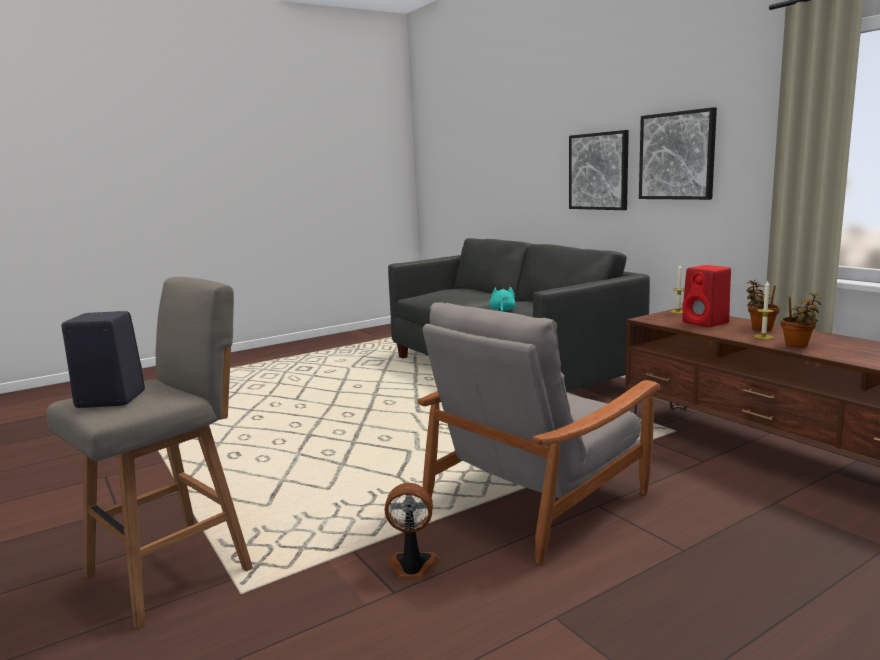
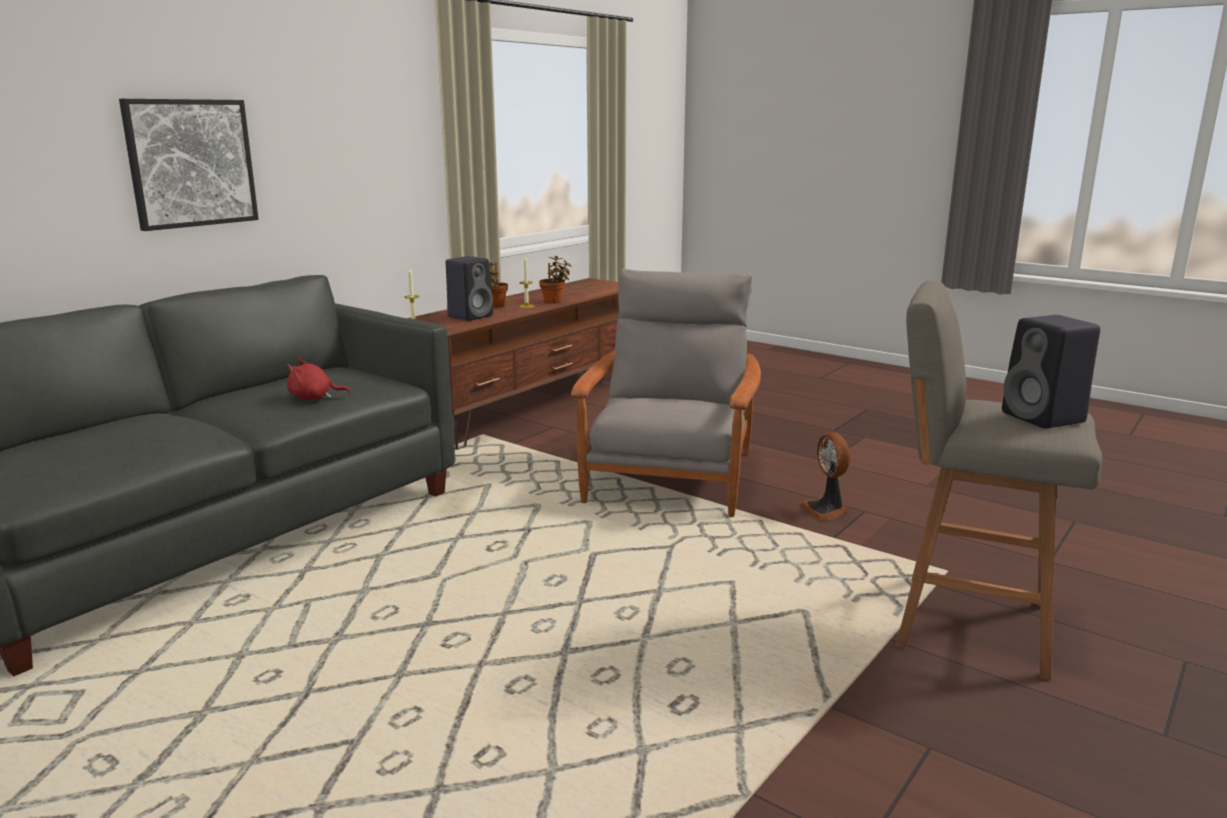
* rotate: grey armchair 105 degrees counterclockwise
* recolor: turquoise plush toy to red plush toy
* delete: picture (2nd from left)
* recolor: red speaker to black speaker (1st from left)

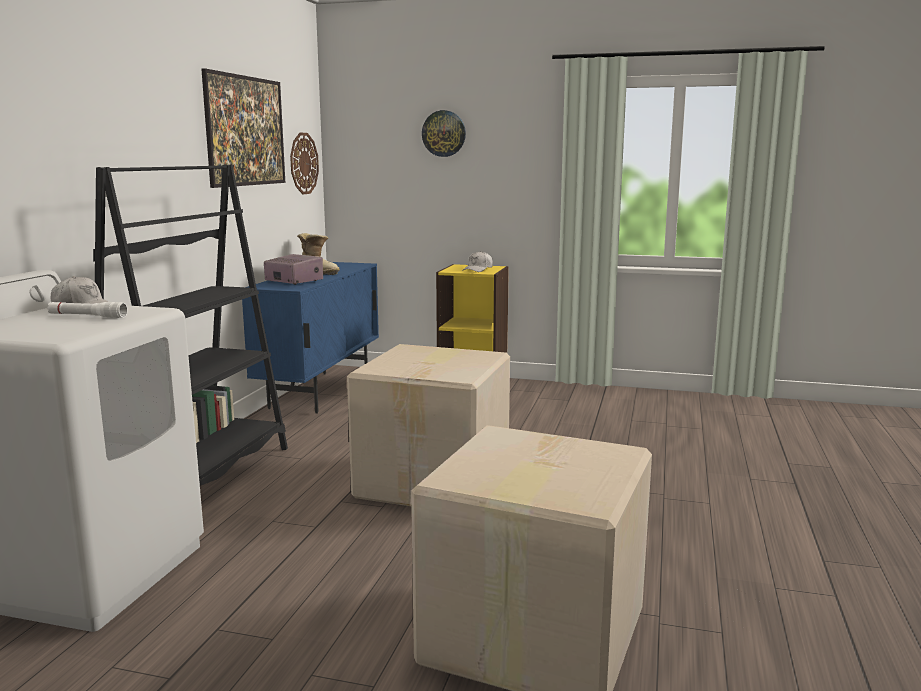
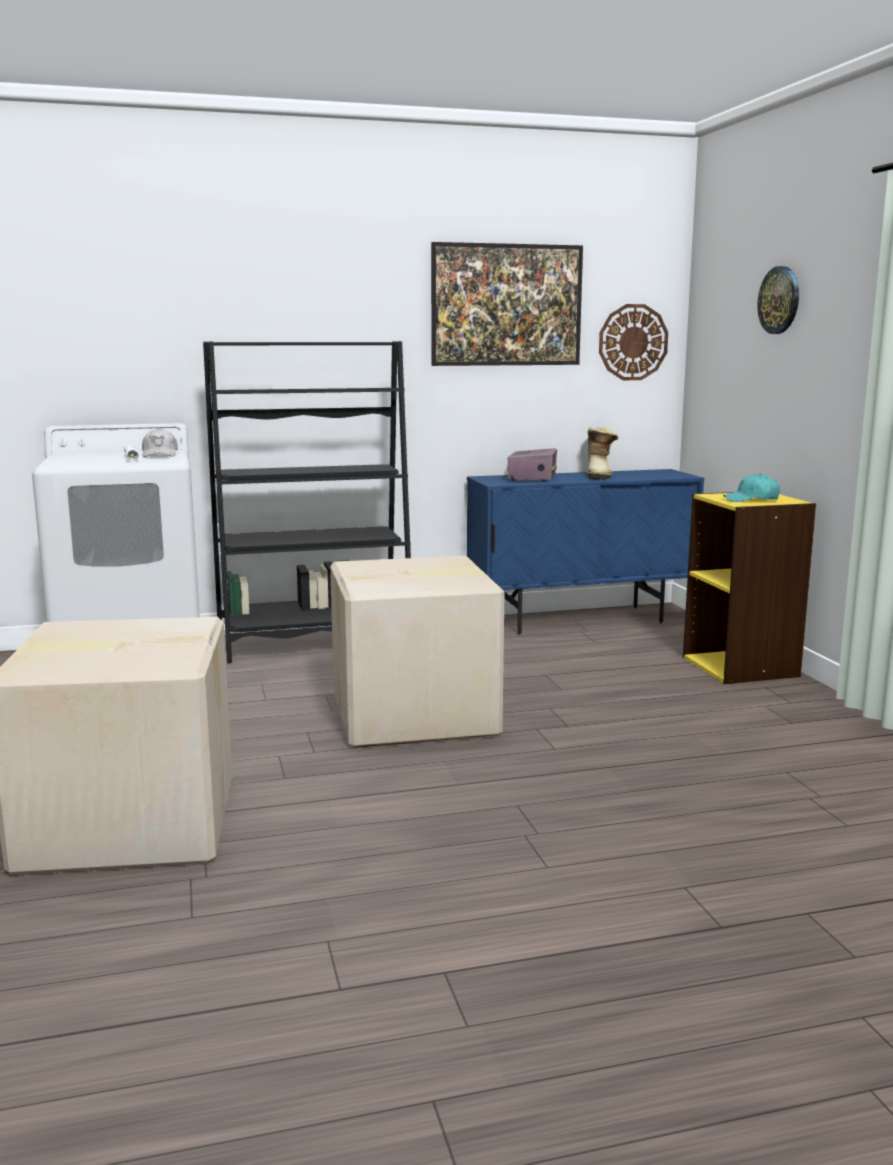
* recolor: white cap (2nd from left) to turquoise cap

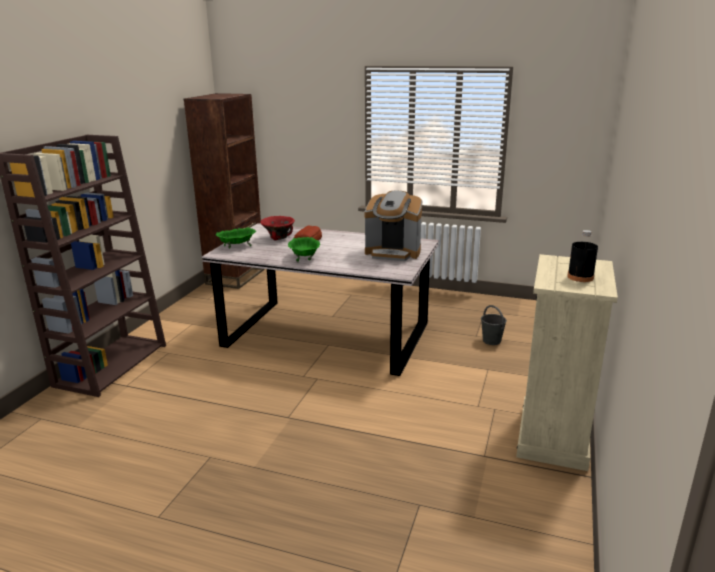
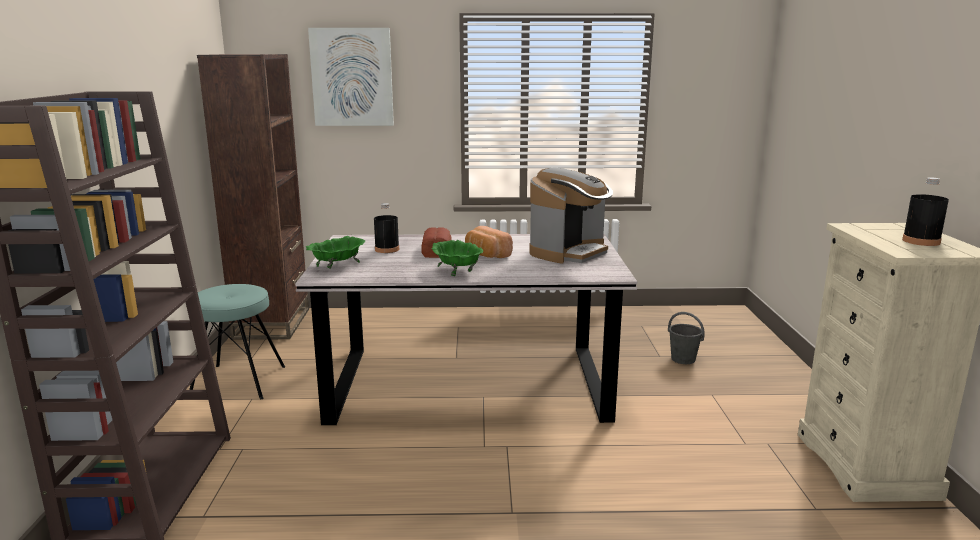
* replace: red bowl to black bottle (1st from left)
* rotate: coffee machine 45 degrees counterclockwise
* insert: turquoise stool
* insert: picture
* insert: bread (2nd from left)

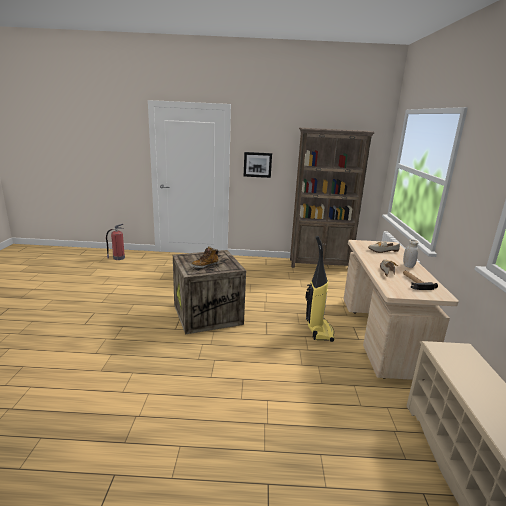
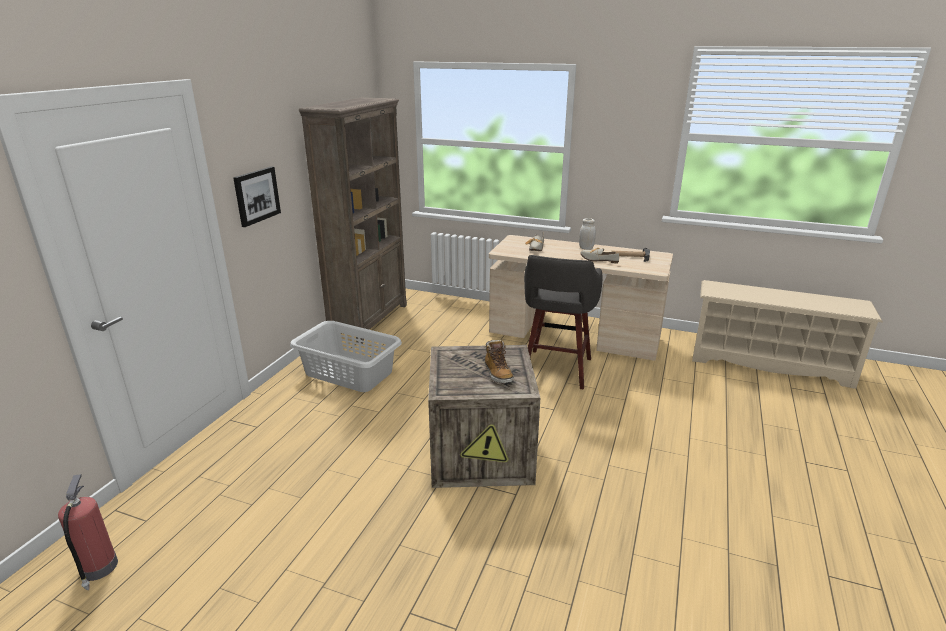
* replace: vacuum cleaner to grey stool
* insert: grey laundry basket

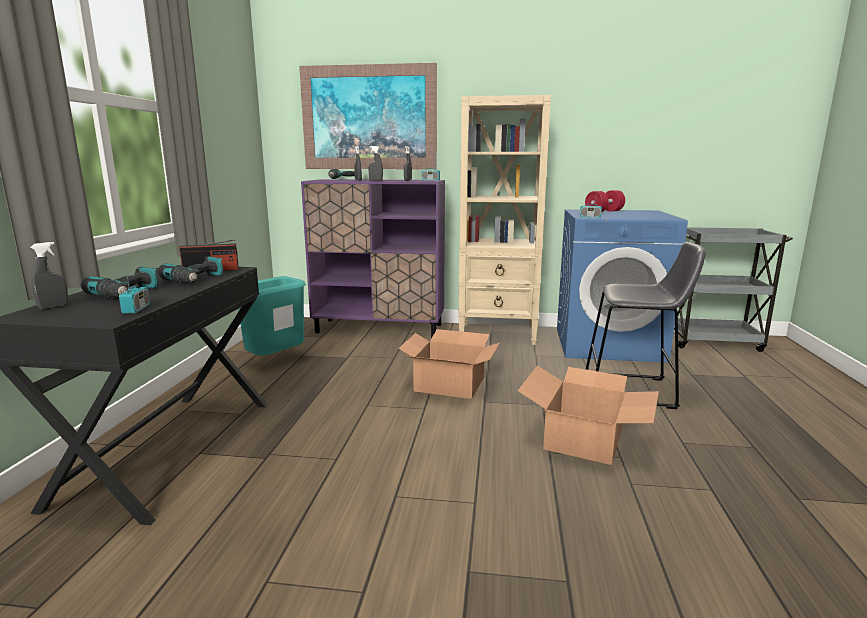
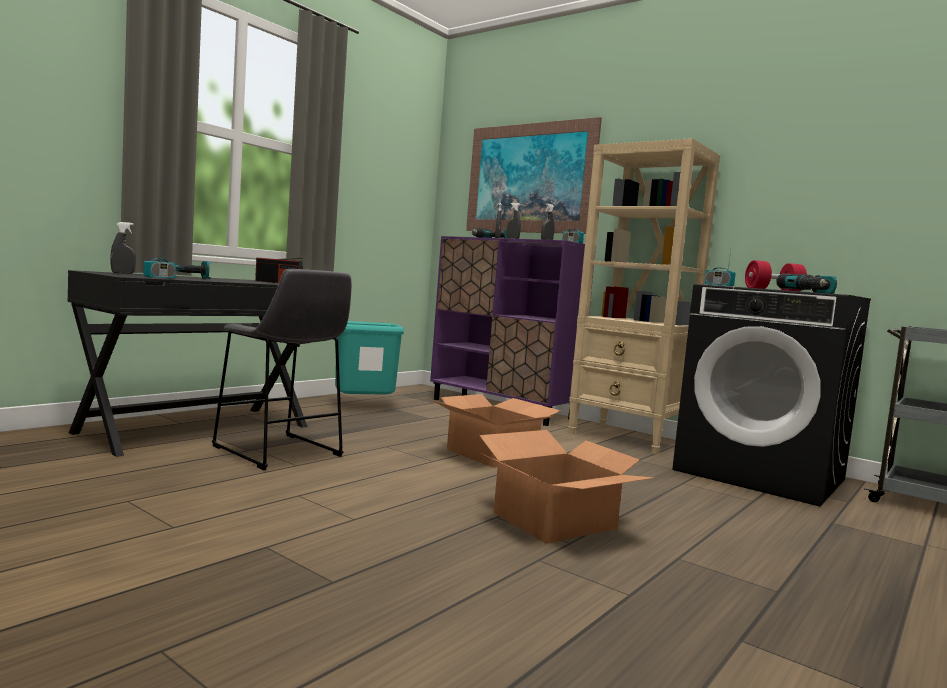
* move: power drill (2nd from left in the first image) to power drill (3rd from left)
* recolor: blue washing machine to black washing machine
* move: grey stool

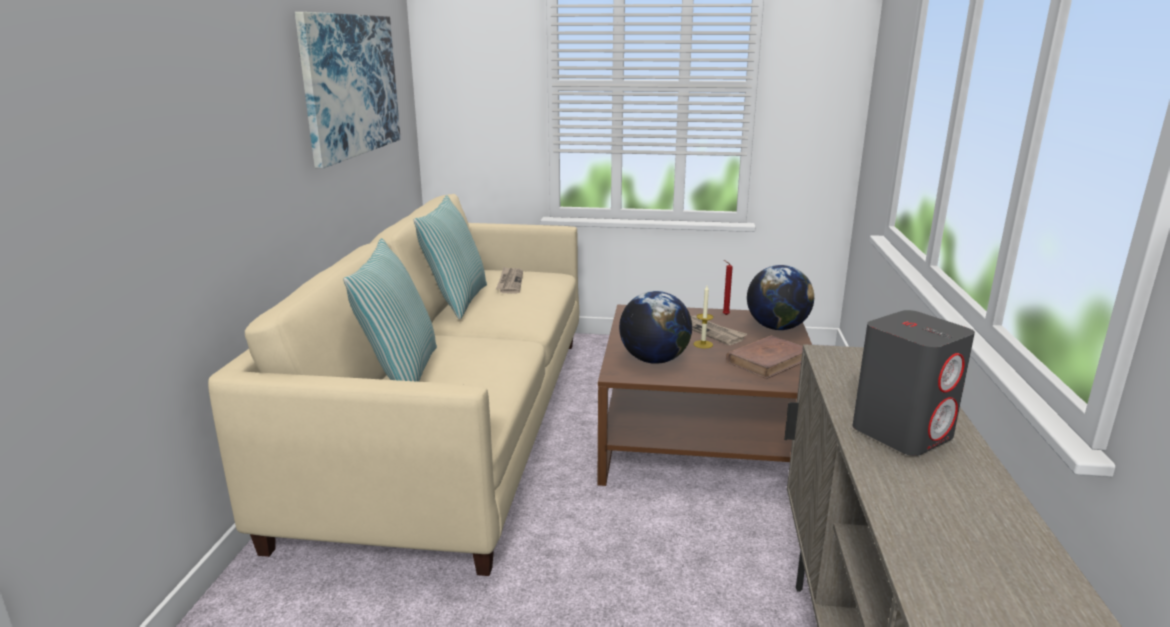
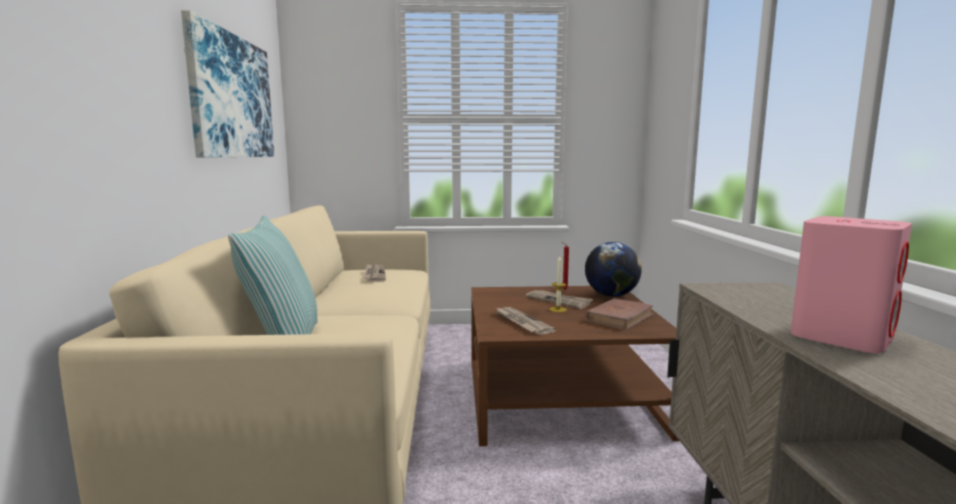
* delete: pillow (2nd from left)
* replace: globe (1st from left) to newspaper (2nd from left)
* recolor: grey speaker to pink speaker

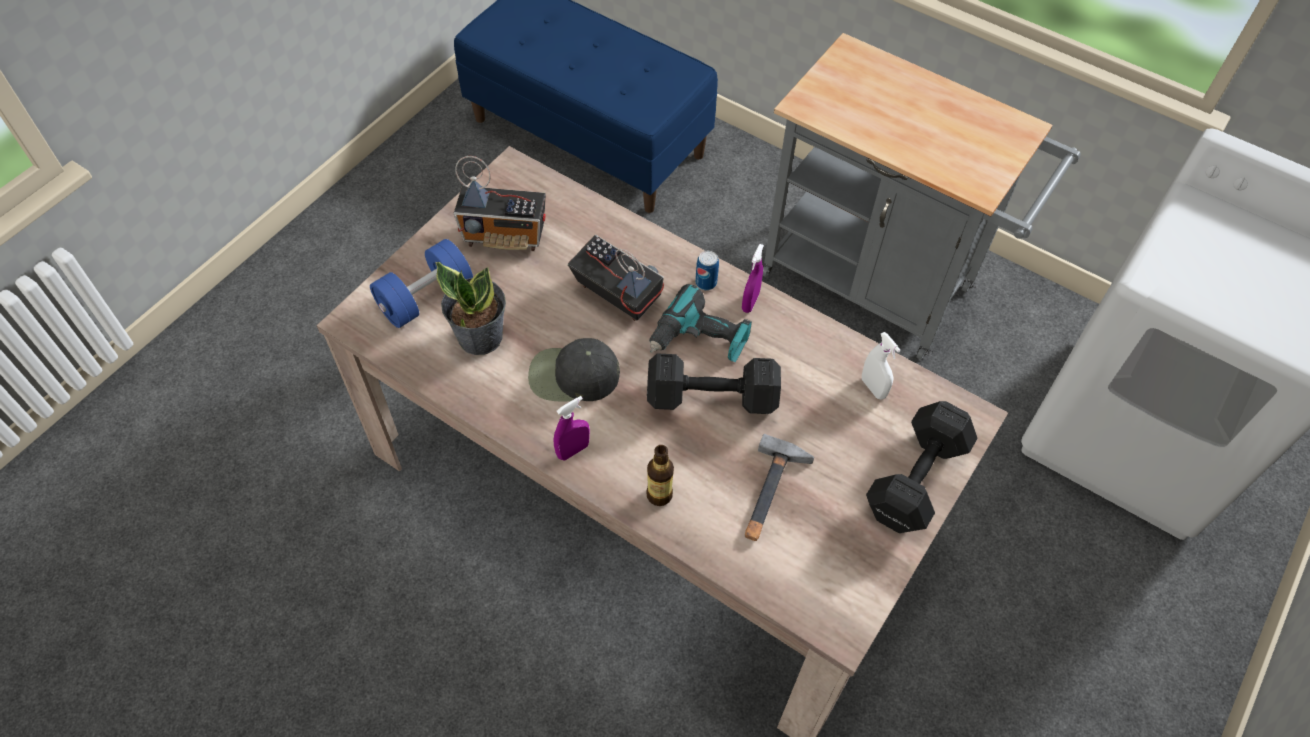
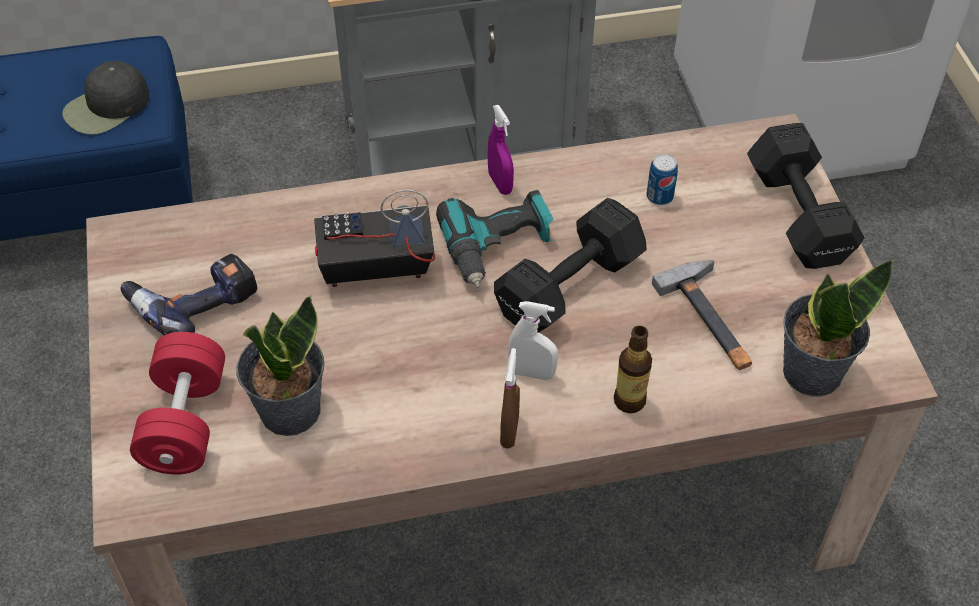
* recolor: blue dumbbell to red dumbbell
* replace: radio (1st from left) to power drill (1st from left)
* move: black cap
* recolor: purple spray bottle (1st from left) to brown spray bottle
* move: can
* move: white spray bottle
* insert: potted plant (2nd from left)

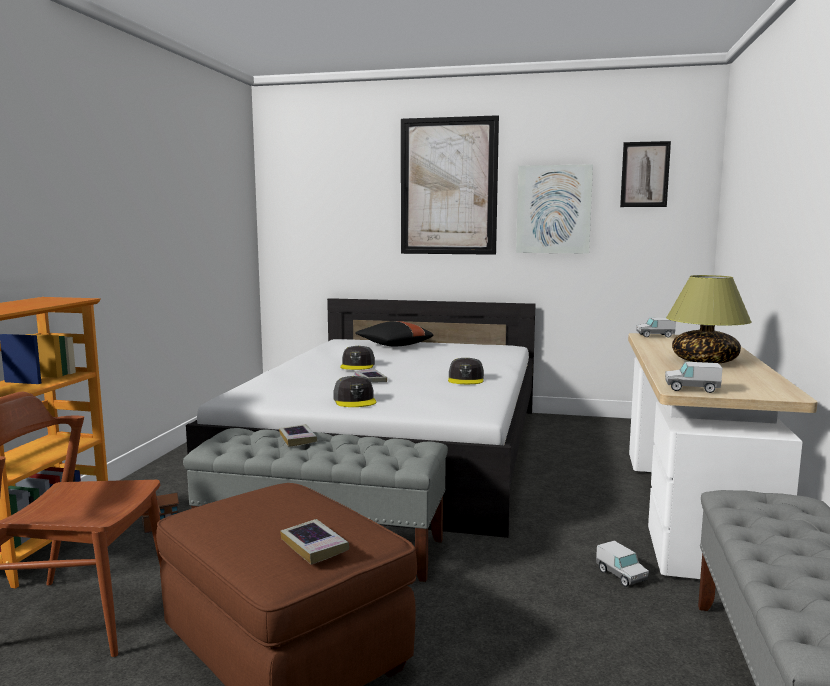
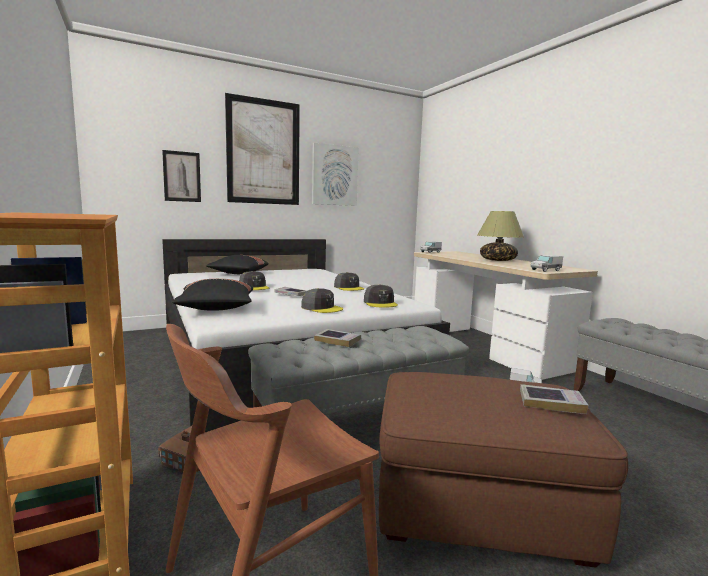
* move: picture (3rd from left in the first image) to picture (1st from left)
* insert: black pillow (1st from left)
* insert: grey cap (4th from left)

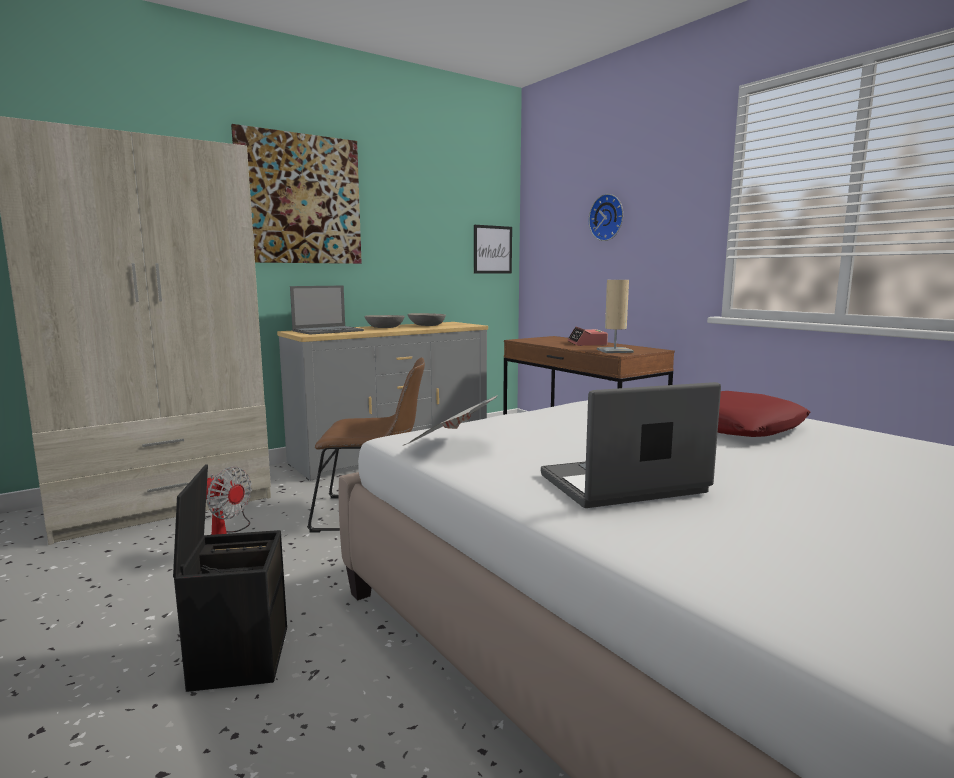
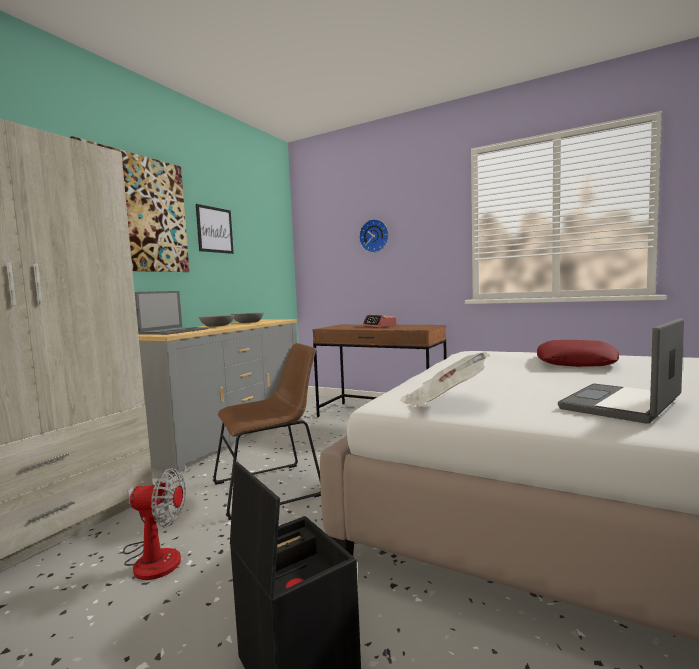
* move: picture (2nd from left)
* delete: beige table lamp

